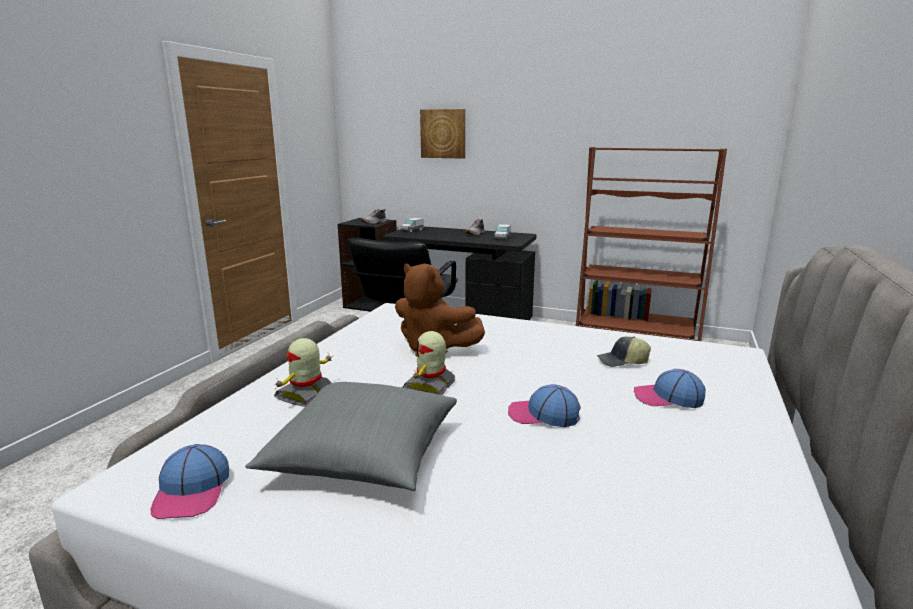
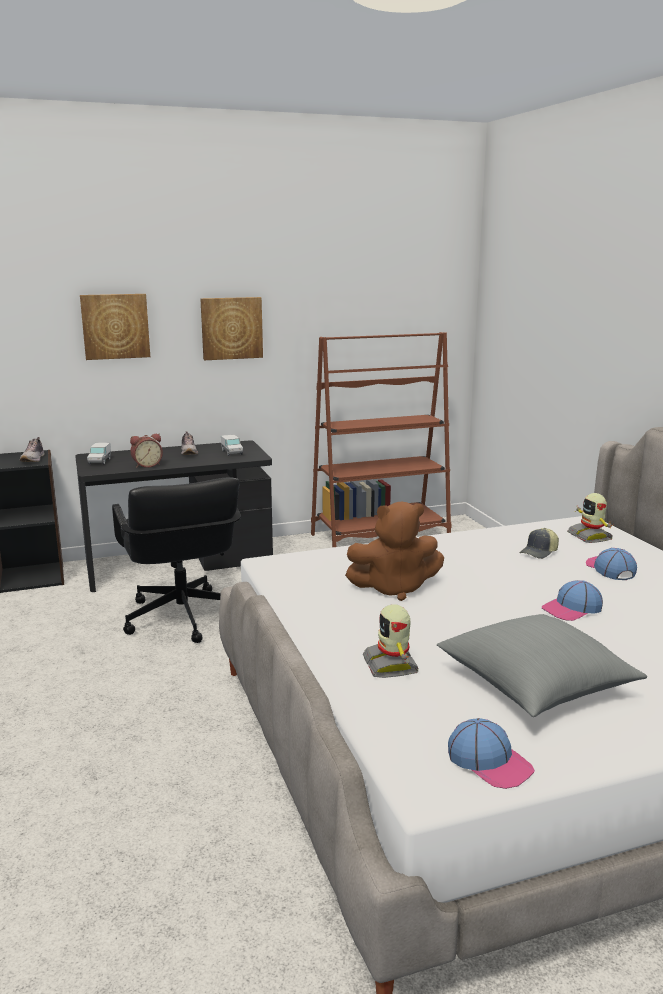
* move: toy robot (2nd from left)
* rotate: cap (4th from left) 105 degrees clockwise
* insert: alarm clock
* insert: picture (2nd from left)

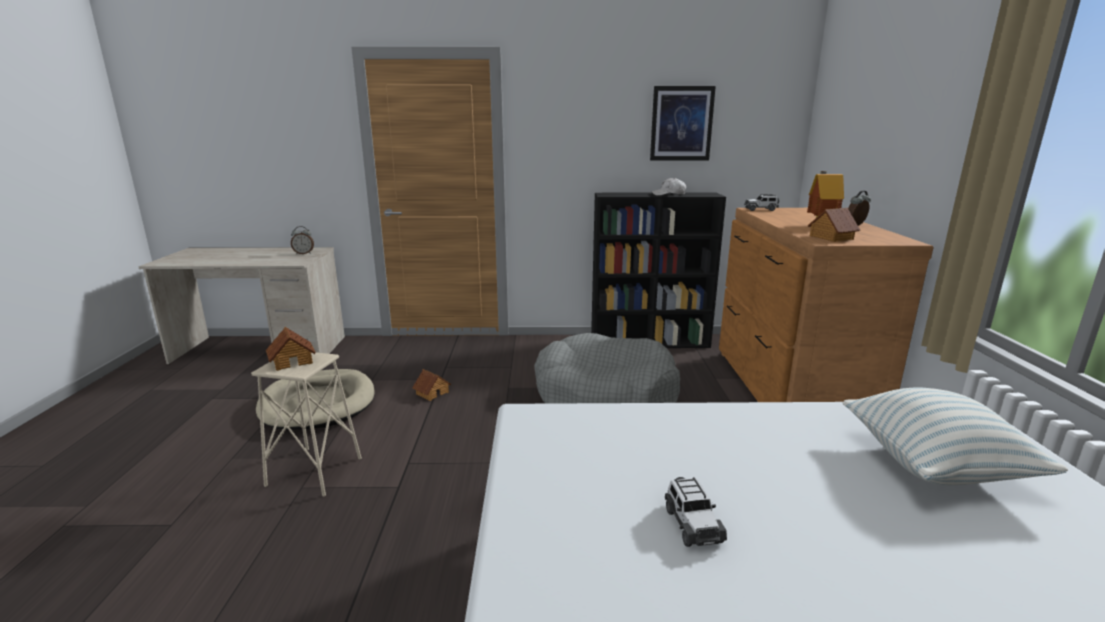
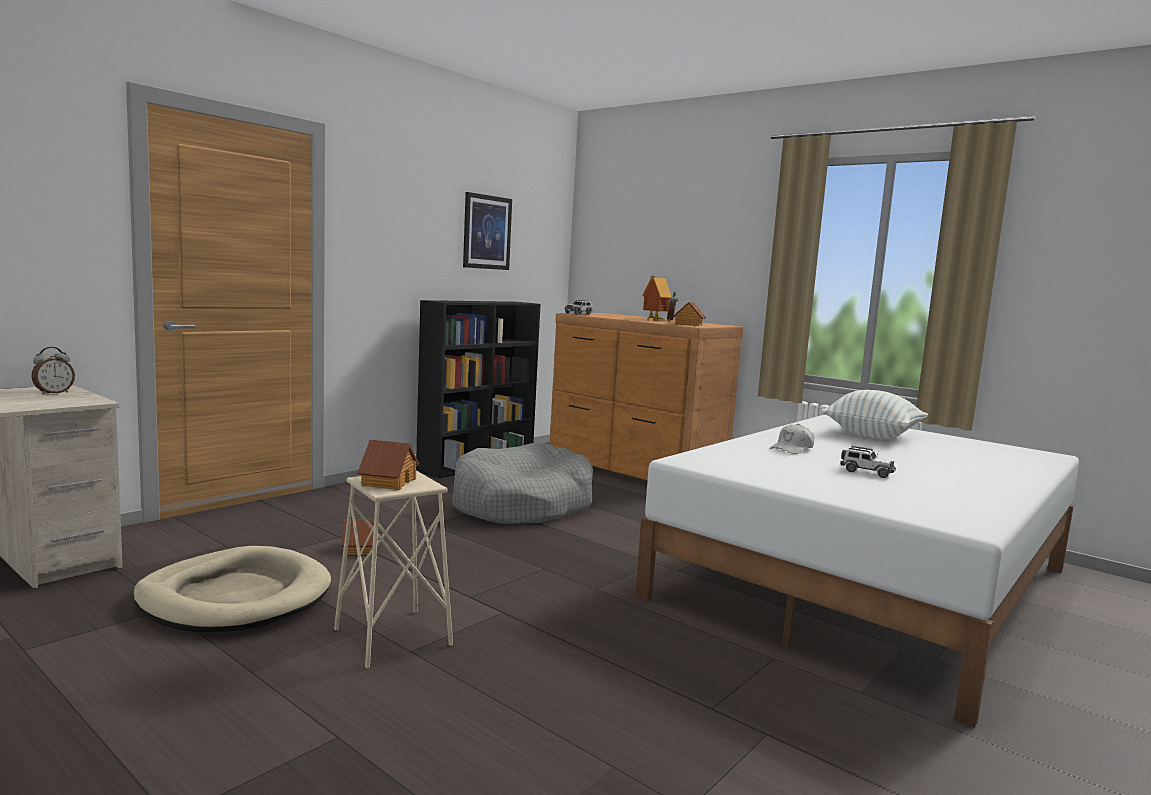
* move: white cap

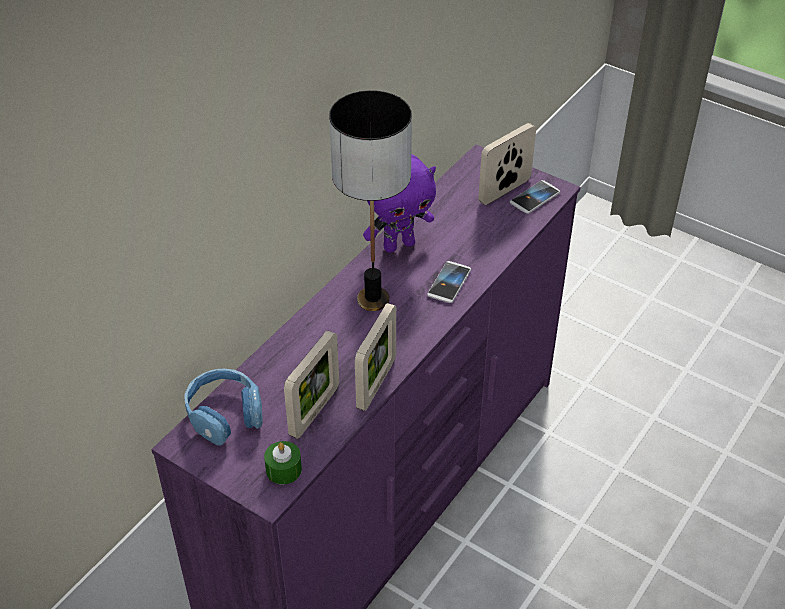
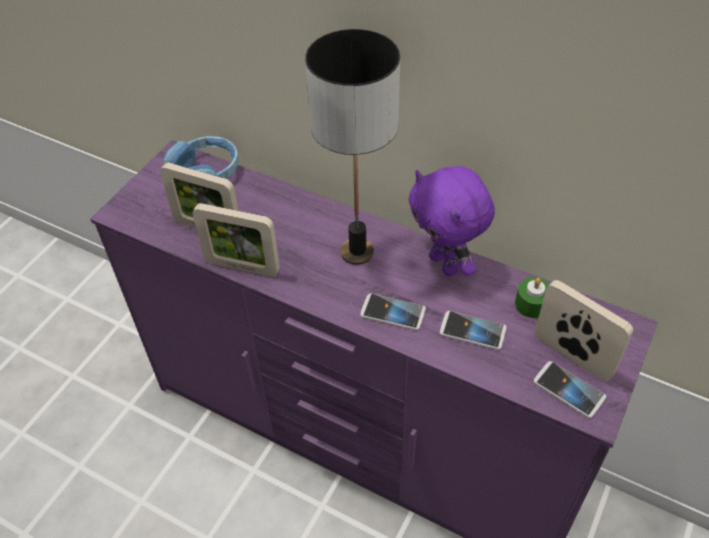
* move: green candle
* insert: phone (2nd from left)

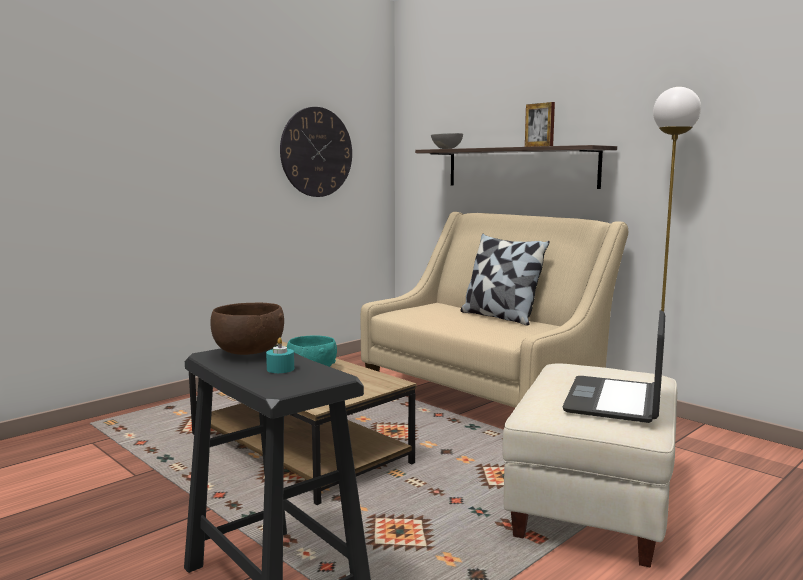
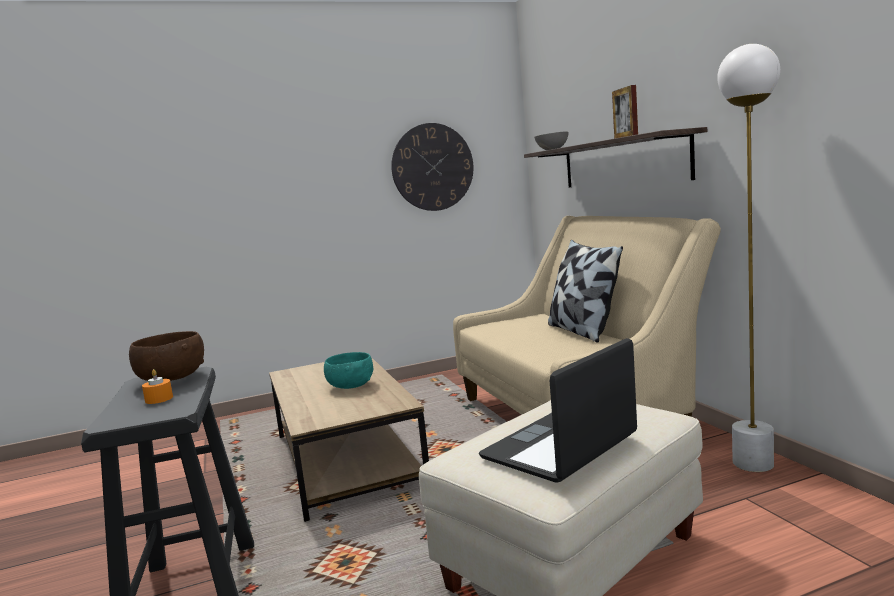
* recolor: turquoise candle to orange candle

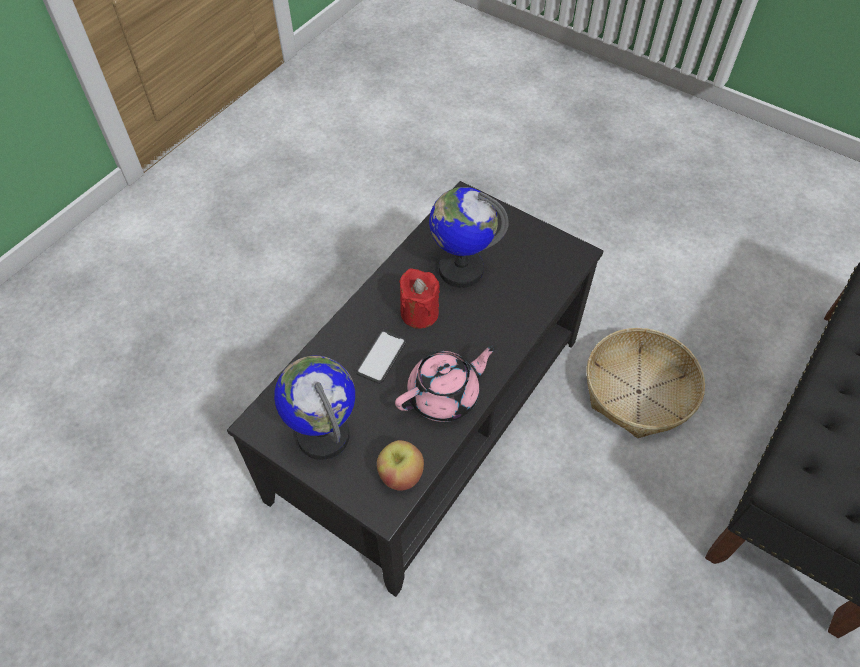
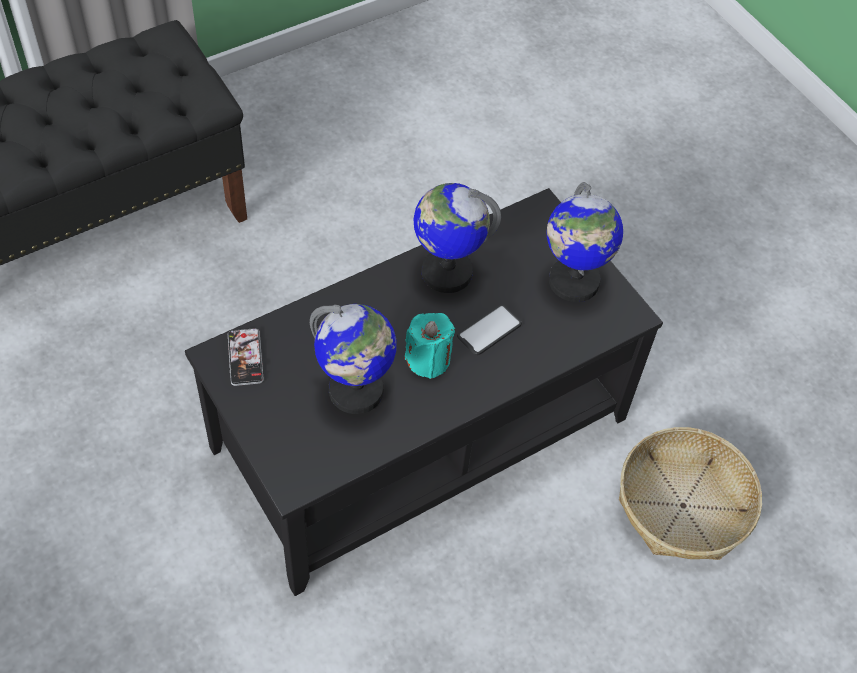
* delete: apple
* replace: pink teapot to globe (2nd from left)
* recolor: red candle to turquoise candle
* move: basket
* insert: phone (1st from left)

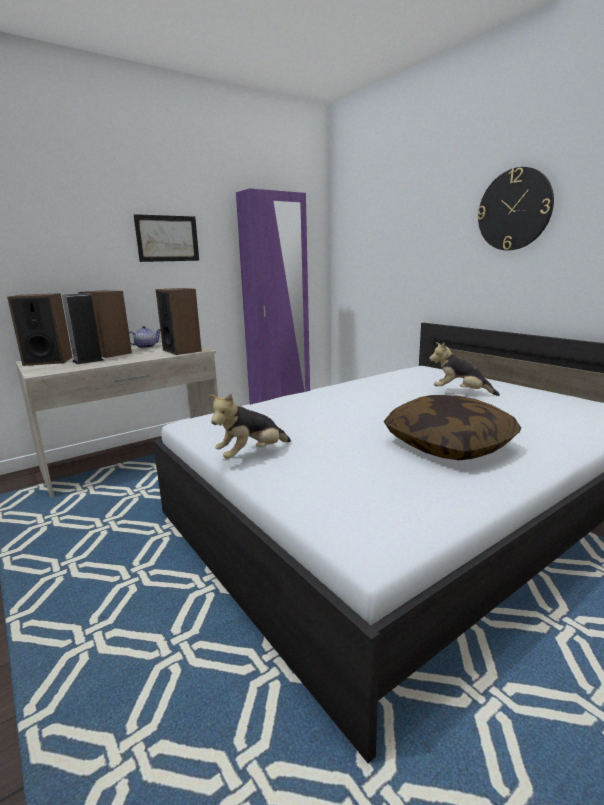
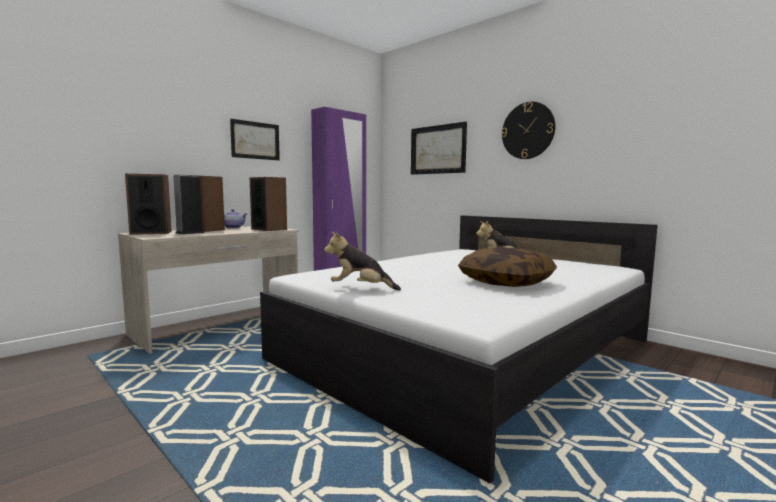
* rotate: plush toy (1st from left) 60 degrees clockwise
* insert: picture (2nd from left)

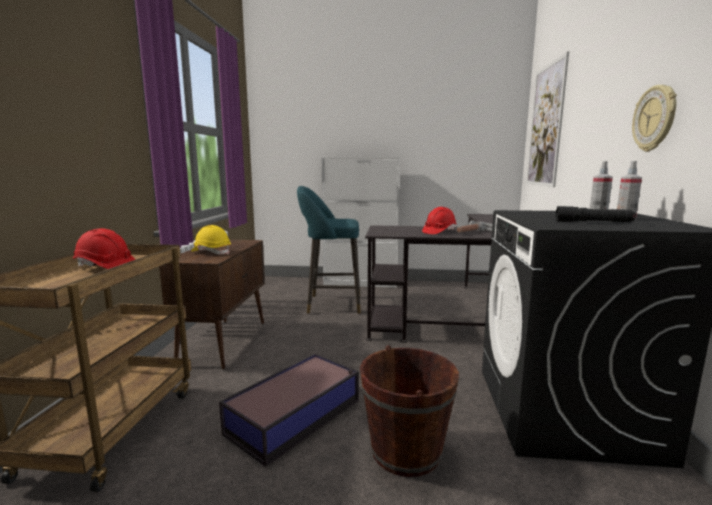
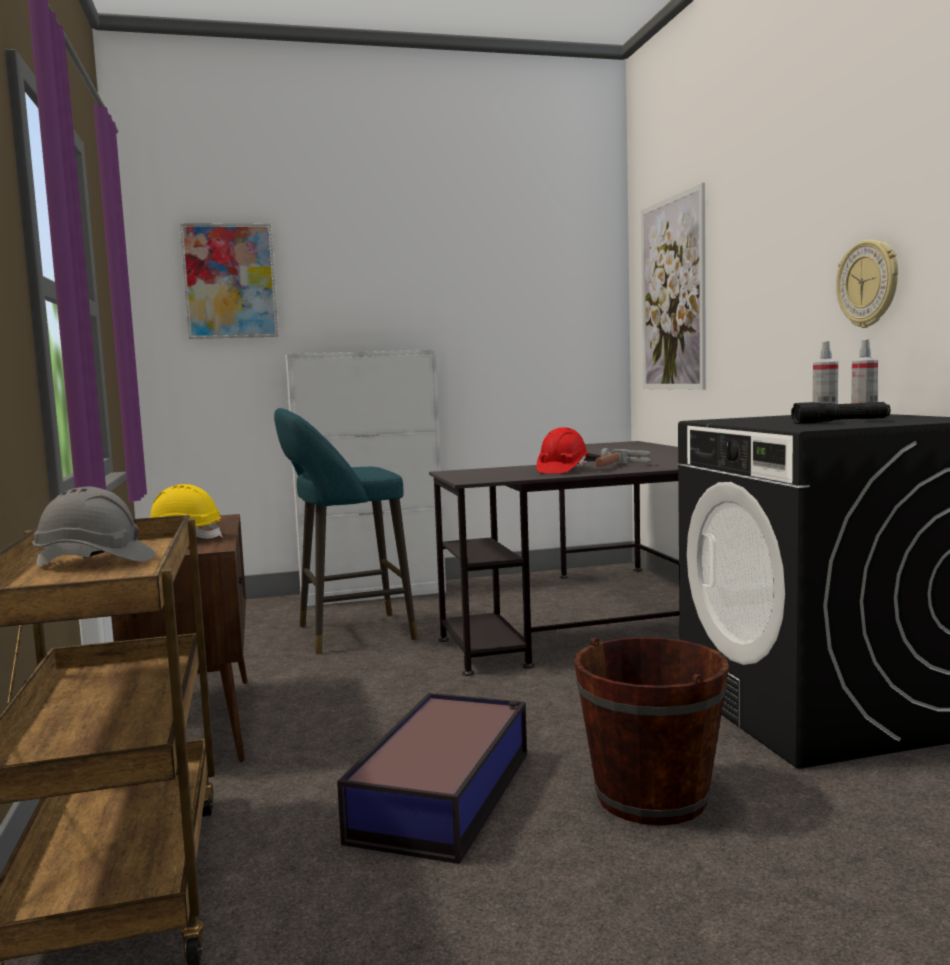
* recolor: red hard hat (1st from left) to grey hard hat
* insert: picture (1st from left)

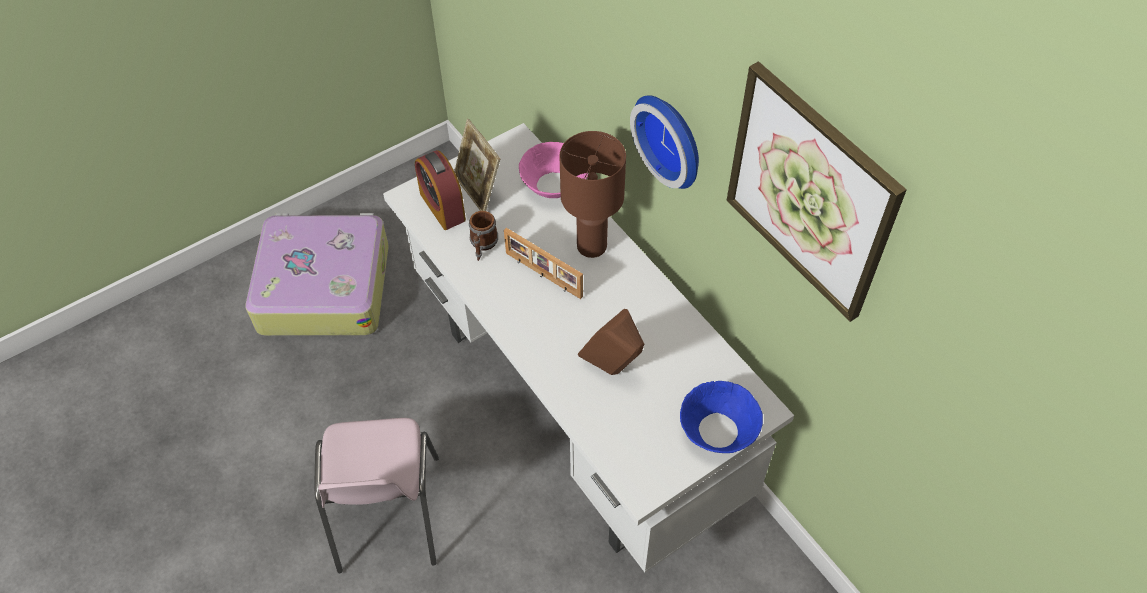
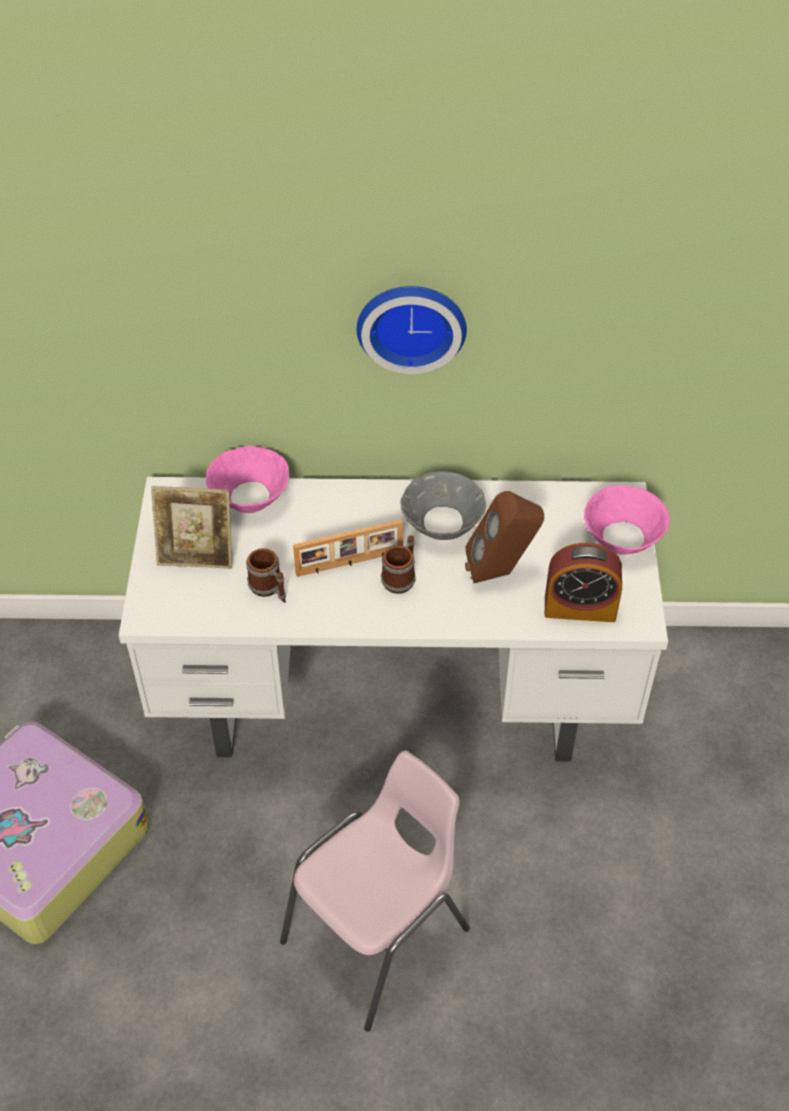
* rotate: pink chair 75 degrees counterclockwise
* move: alarm clock
* delete: brown table lamp
* recolor: blue bowl to pink bowl (2nd from left)
* delete: picture
* insert: mug (2nd from left)
* insert: grey bowl

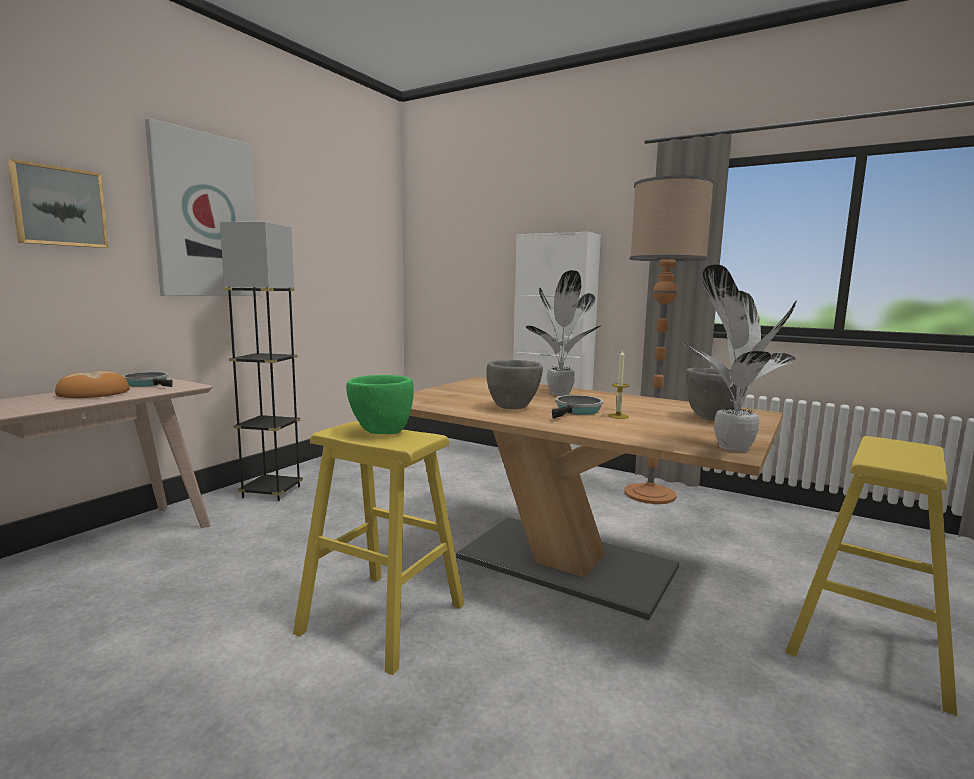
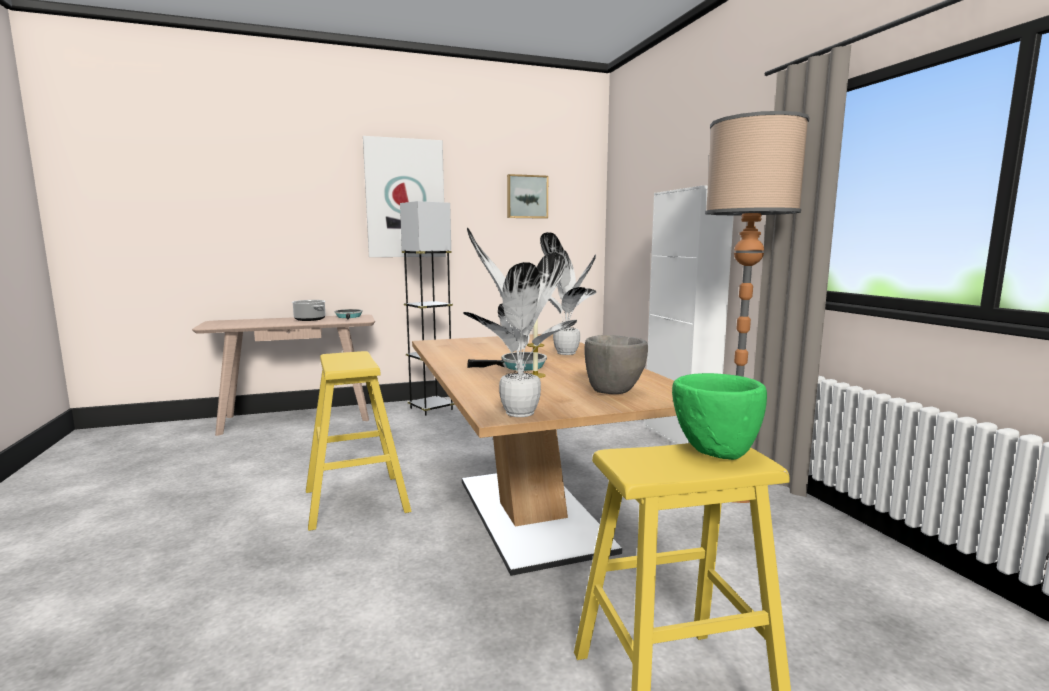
* move: picture (1st from left in the first image) to picture (2nd from left)
* replace: bread to cooking pot
* move: green bowl
* delete: grey bowl (1st from left)

